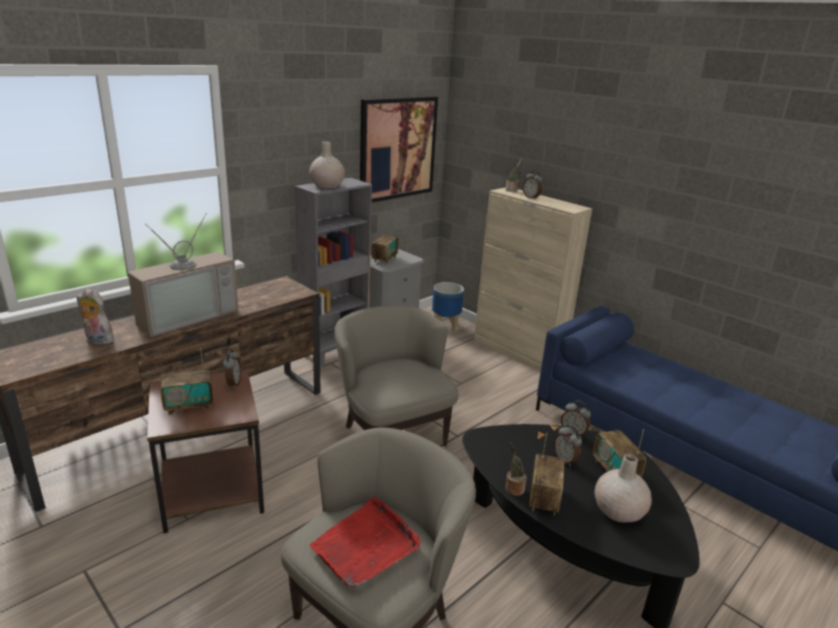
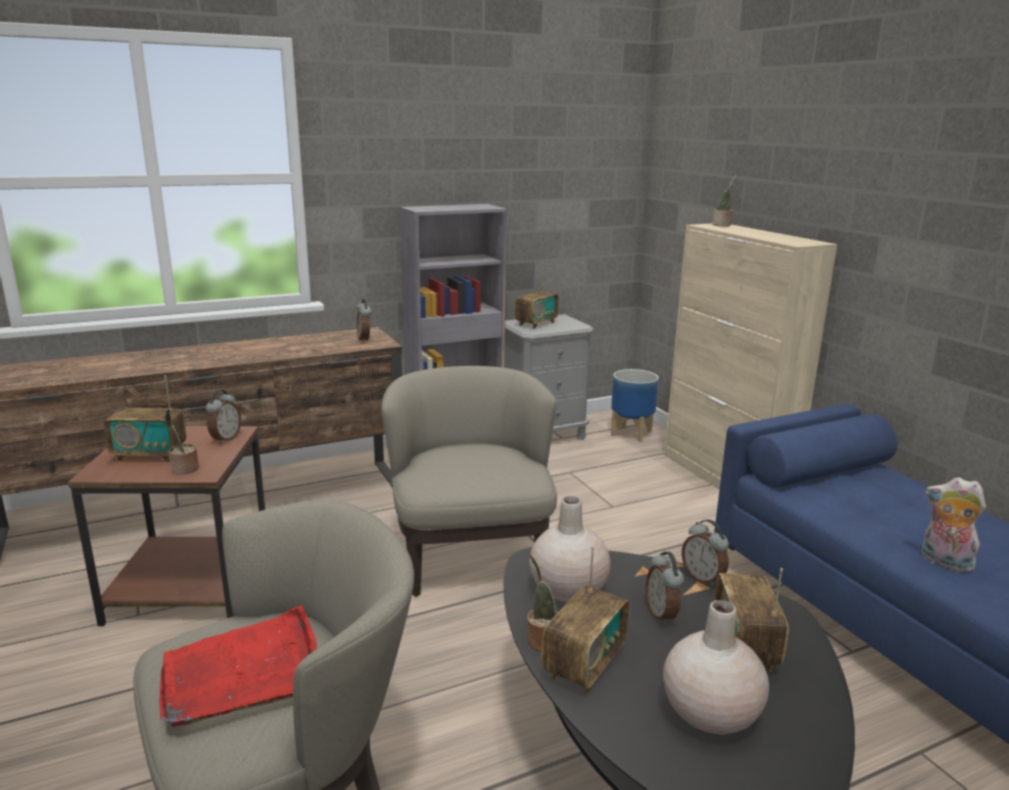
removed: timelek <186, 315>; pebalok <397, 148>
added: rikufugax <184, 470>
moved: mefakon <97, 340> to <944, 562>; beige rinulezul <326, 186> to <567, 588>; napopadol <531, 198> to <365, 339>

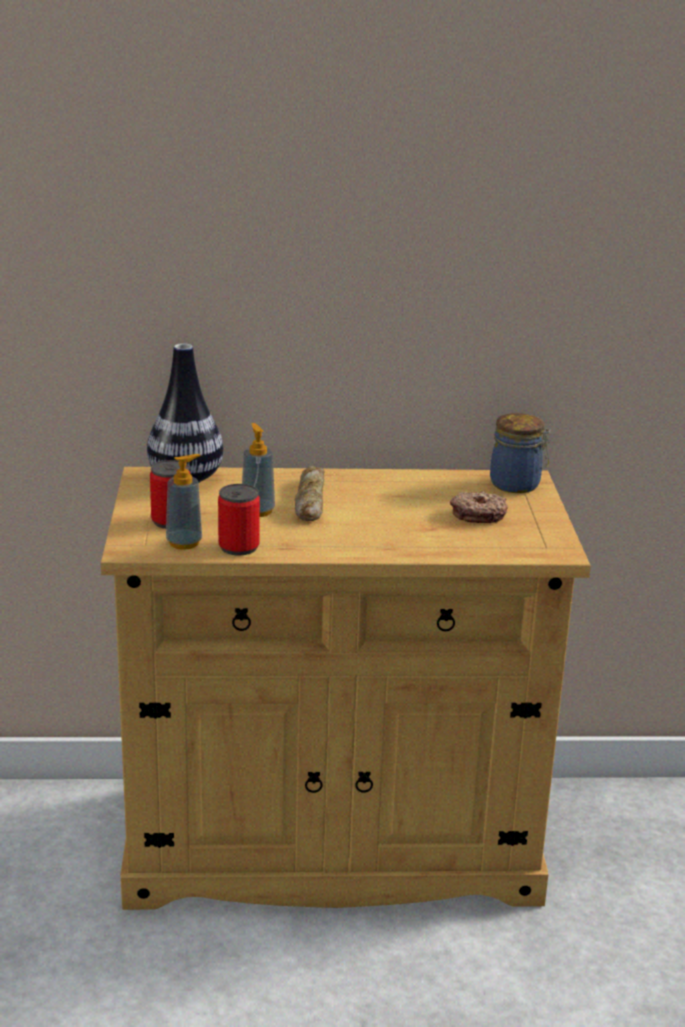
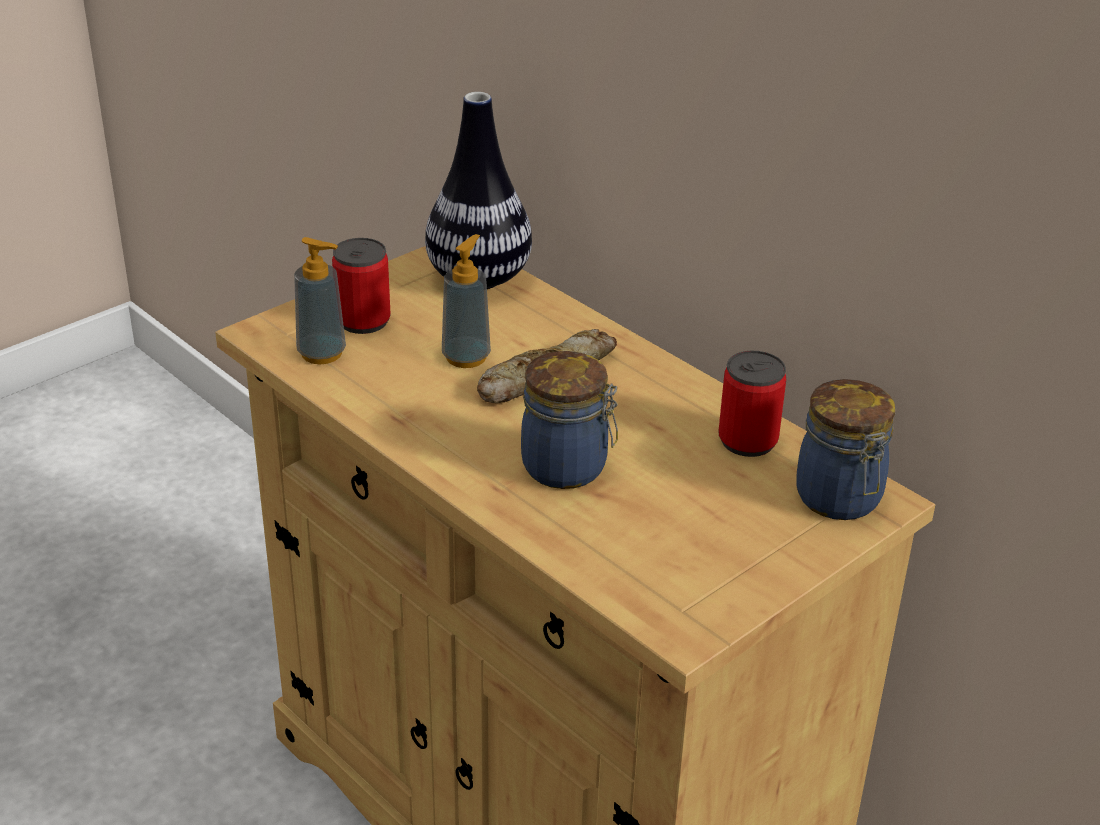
removed: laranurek <478, 514>
added: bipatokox <568, 468>
moved: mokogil <239, 547> to <747, 441>

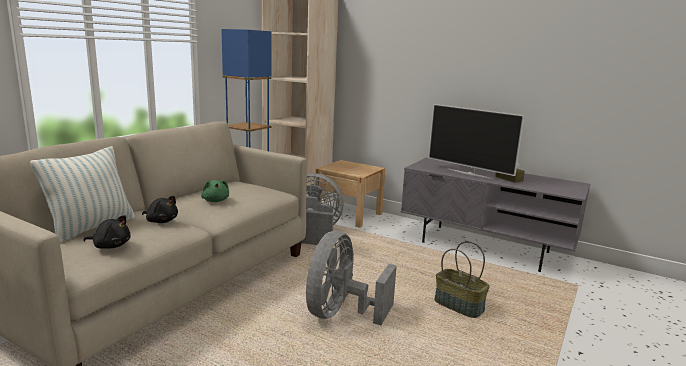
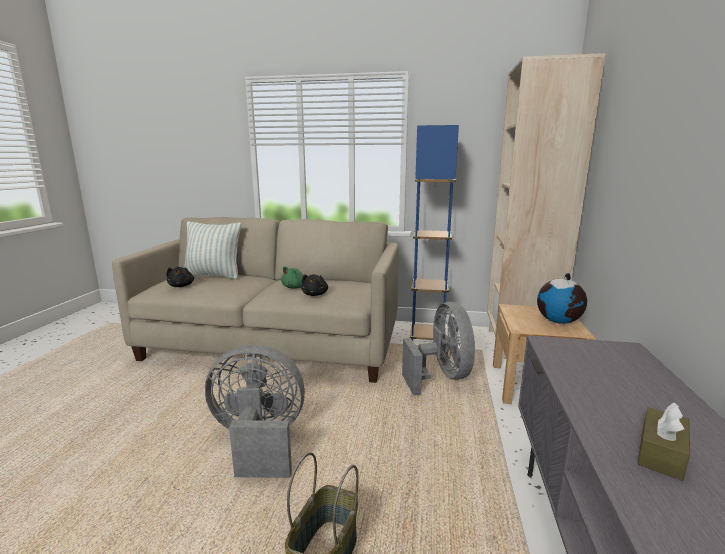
removed: timelek <470, 173>
added: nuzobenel <559, 322>
moved: black mefakon <161, 221> to <315, 294>

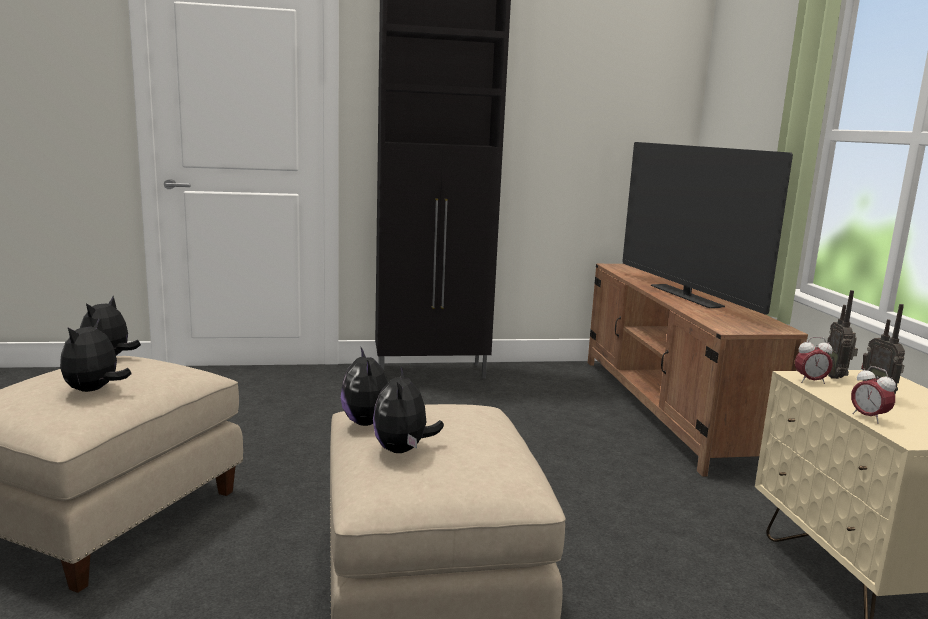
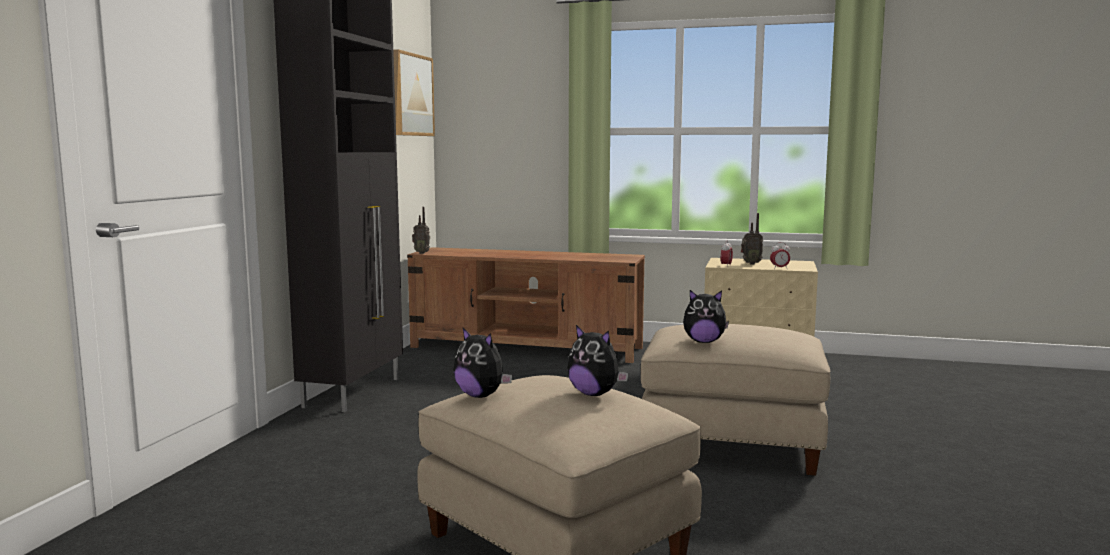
removed: mefakon <403, 450>; timelek <685, 296>
added: pebalok <412, 95>
moved: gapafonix <836, 377> to <422, 253>

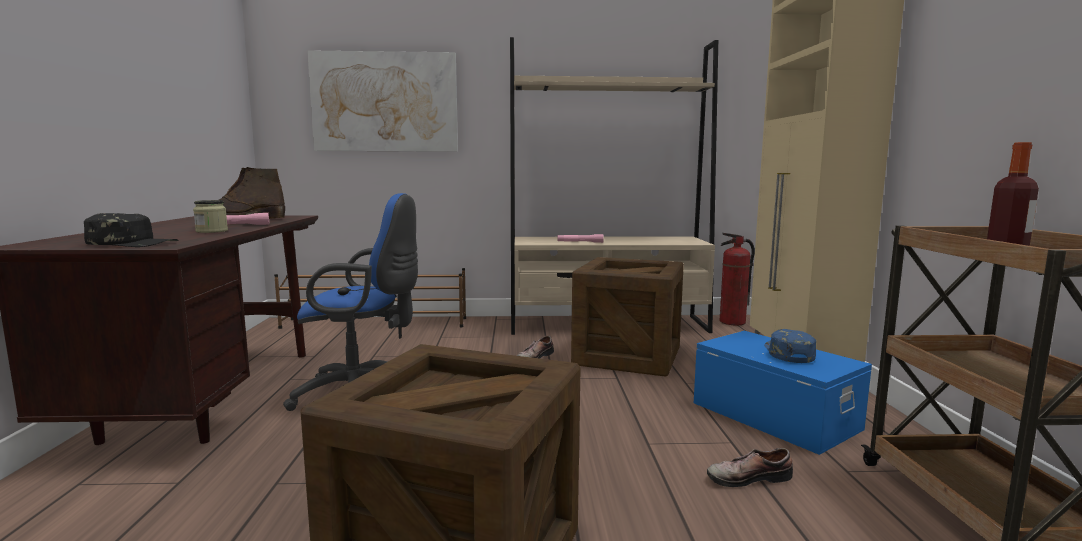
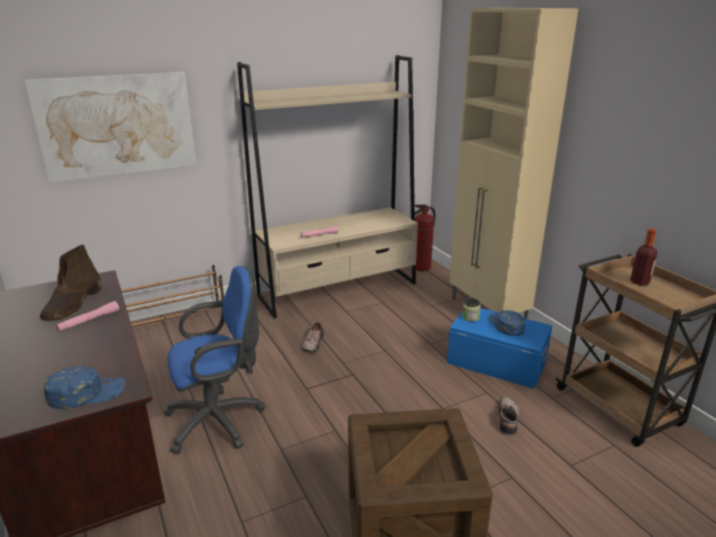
removed: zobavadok <627, 356>
moved: bipatokox <212, 231> to <470, 317>
recoloured: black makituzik <132, 243> to blue makituzik <87, 393>
turned: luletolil <746, 477> = <509, 419> 135 degrees clockwise

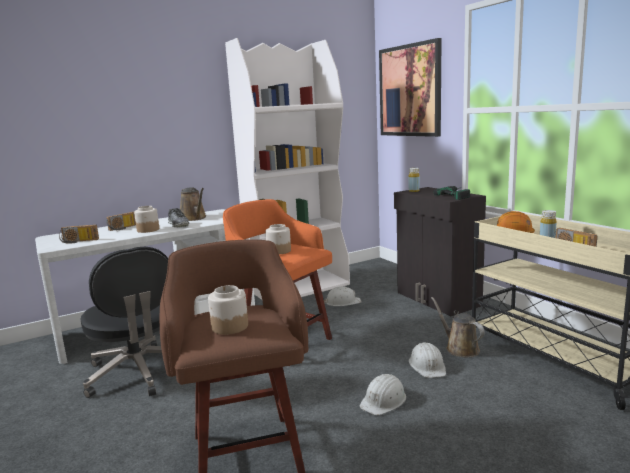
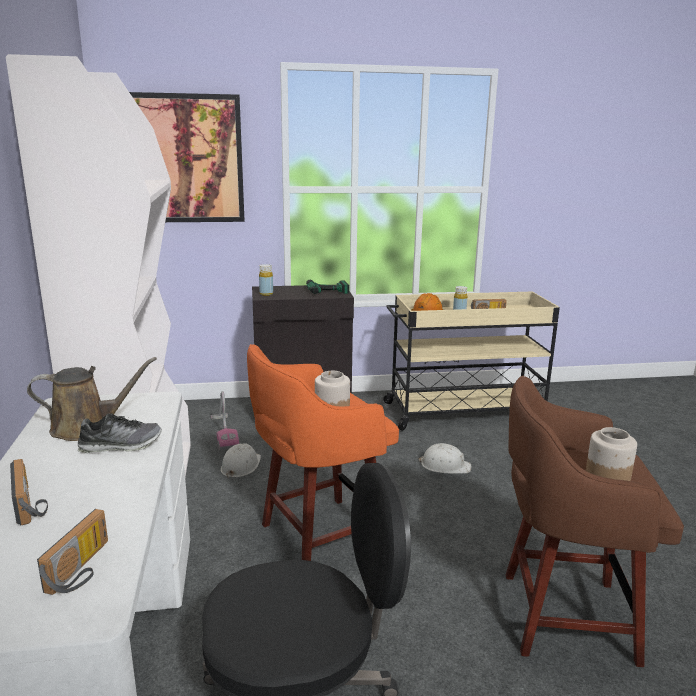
removed: bipatokox <148, 230>; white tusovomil <384, 400>; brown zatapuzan <459, 348>
added: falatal <224, 432>

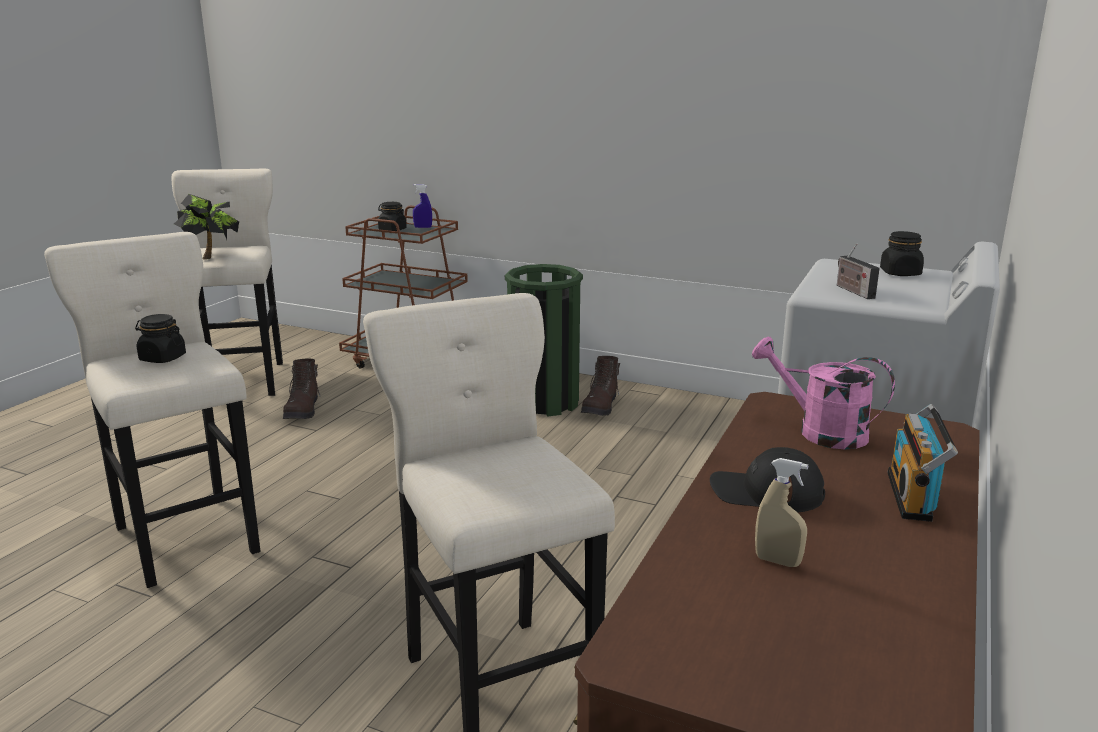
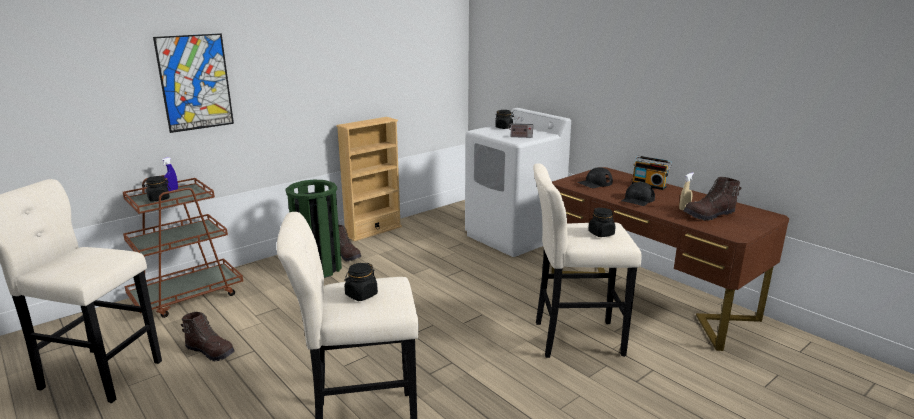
removed: rikufugax <211, 256>
added: pebalok <195, 82>; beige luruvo <373, 231>; black bipatokox <601, 233>; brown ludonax <709, 215>
replaced: pink zatapuzan <820, 432> to black makituzik <595, 183>

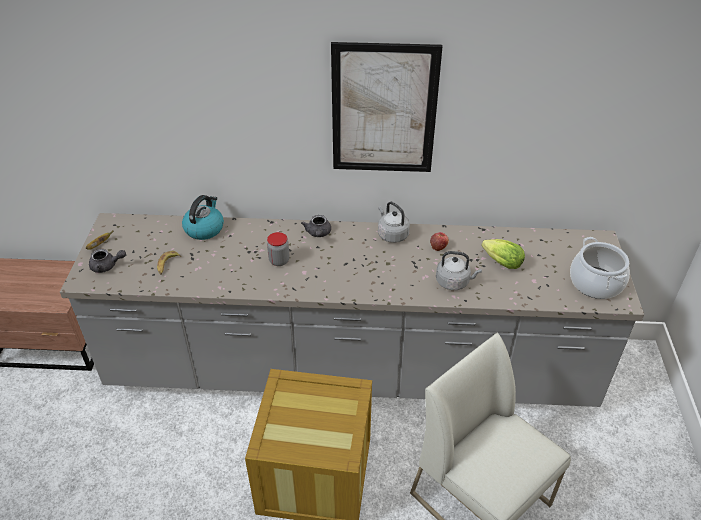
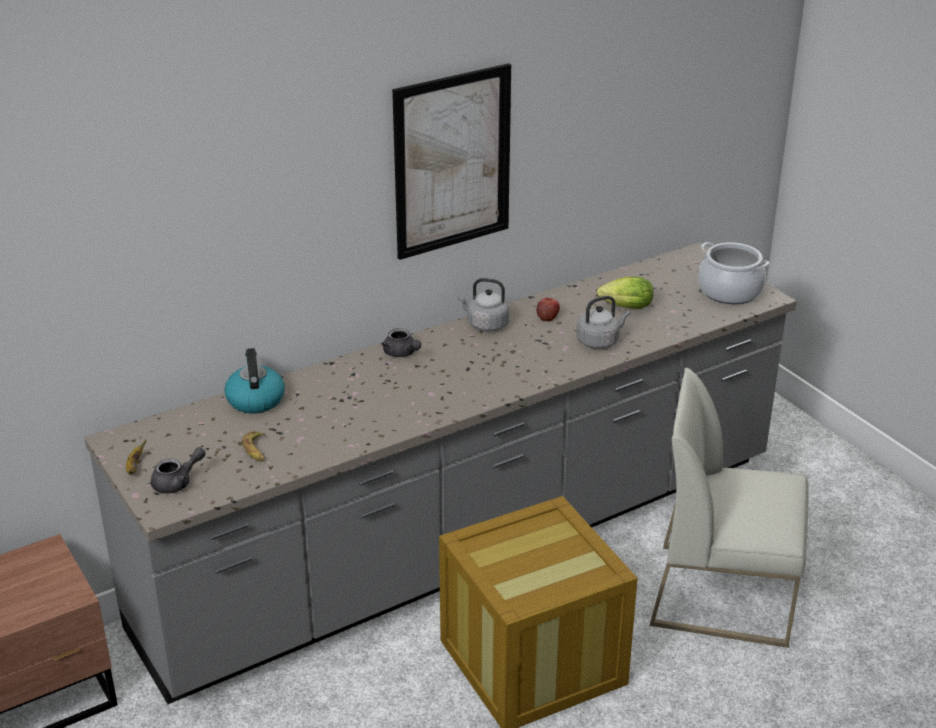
removed: bipatokox <279, 261>

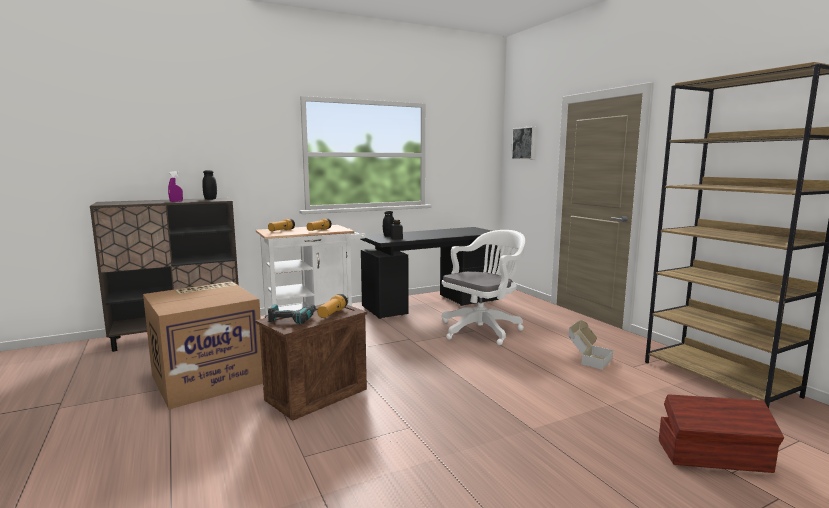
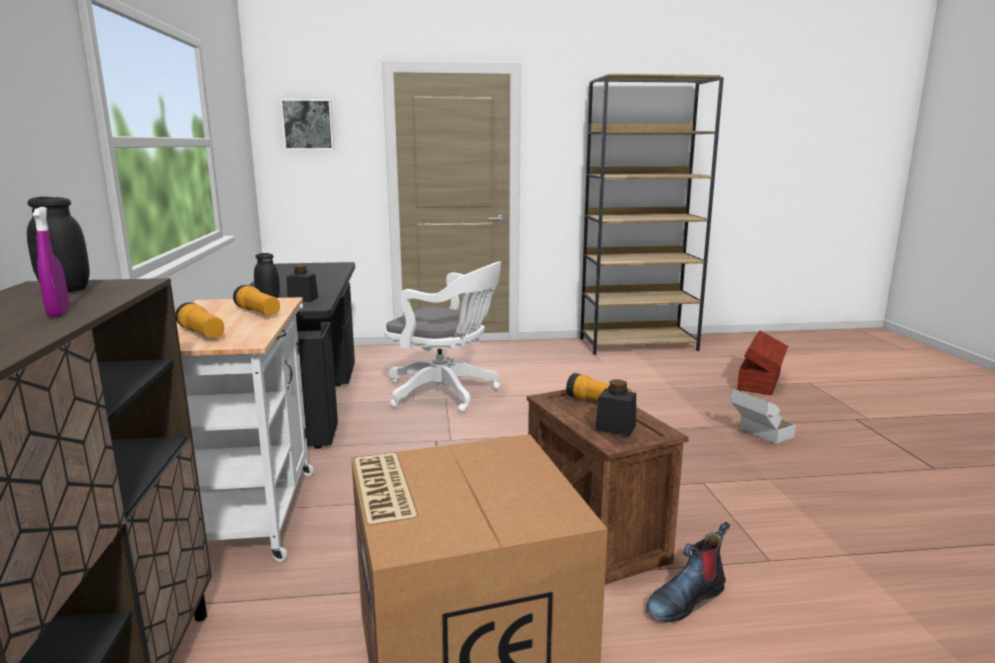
added: ludonax <685, 599>
moved: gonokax <588, 359> to <758, 435>
replaced: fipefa <293, 319> to black bipatokox <615, 428>
turned: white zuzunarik <483, 329> = <446, 393> 135 degrees clockwise

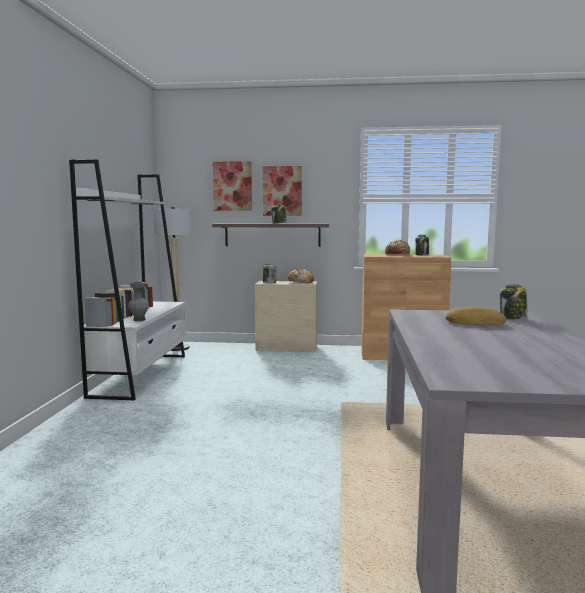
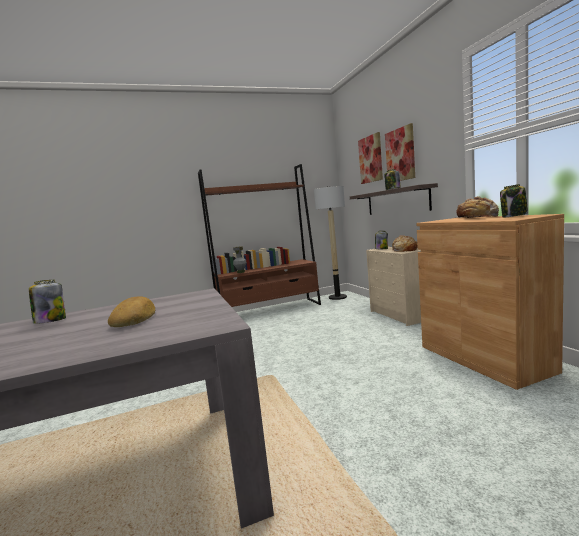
moved: bipatokox <512, 318> to <50, 321>
recoloured: white luruvo <141, 374> to brown luruvo <270, 310>

